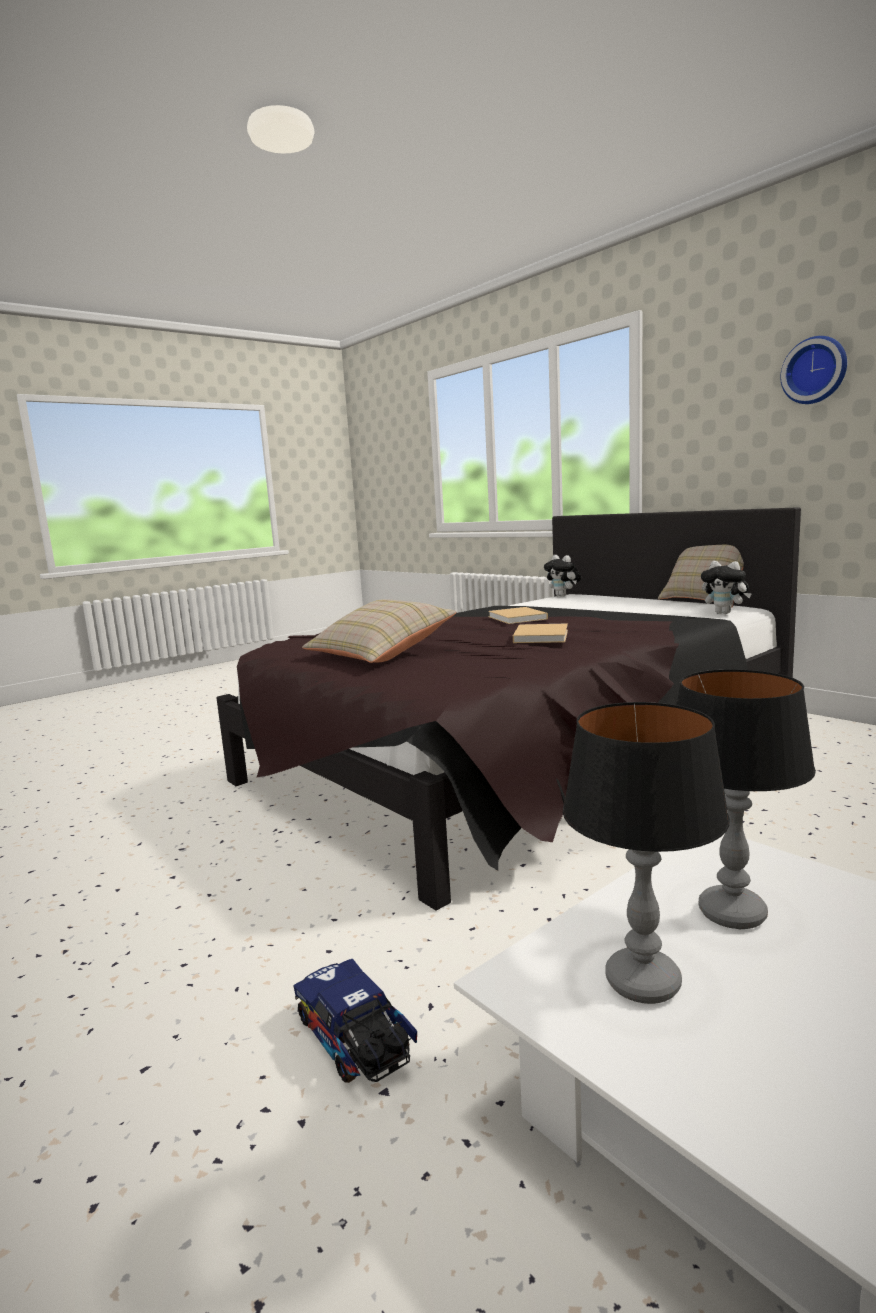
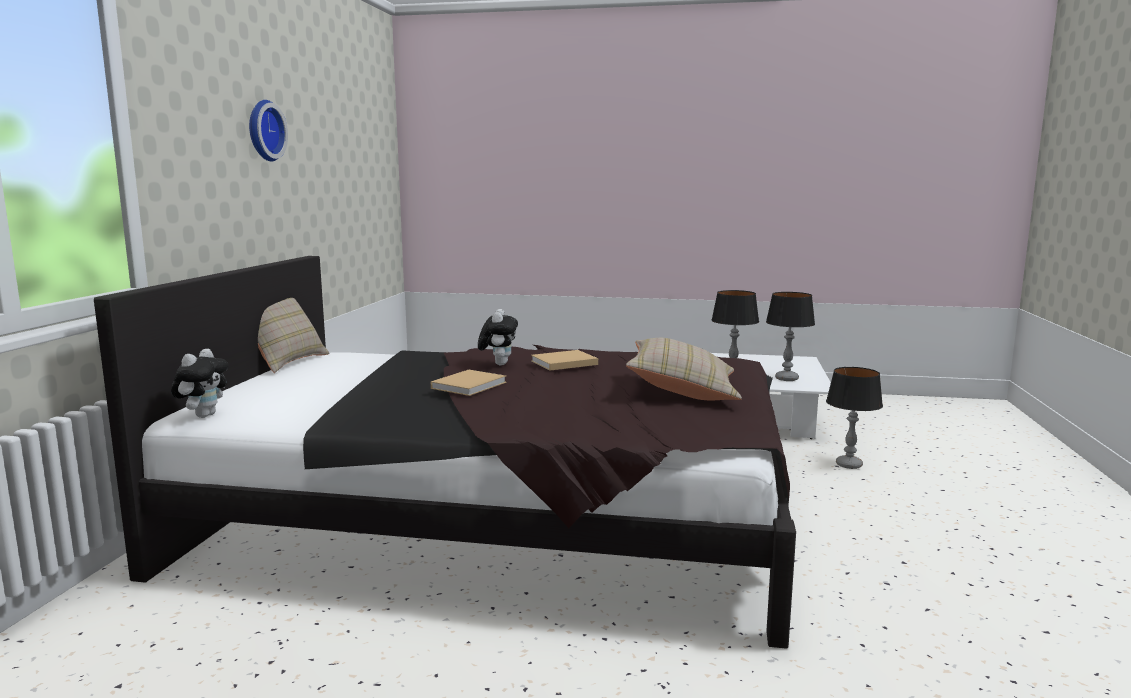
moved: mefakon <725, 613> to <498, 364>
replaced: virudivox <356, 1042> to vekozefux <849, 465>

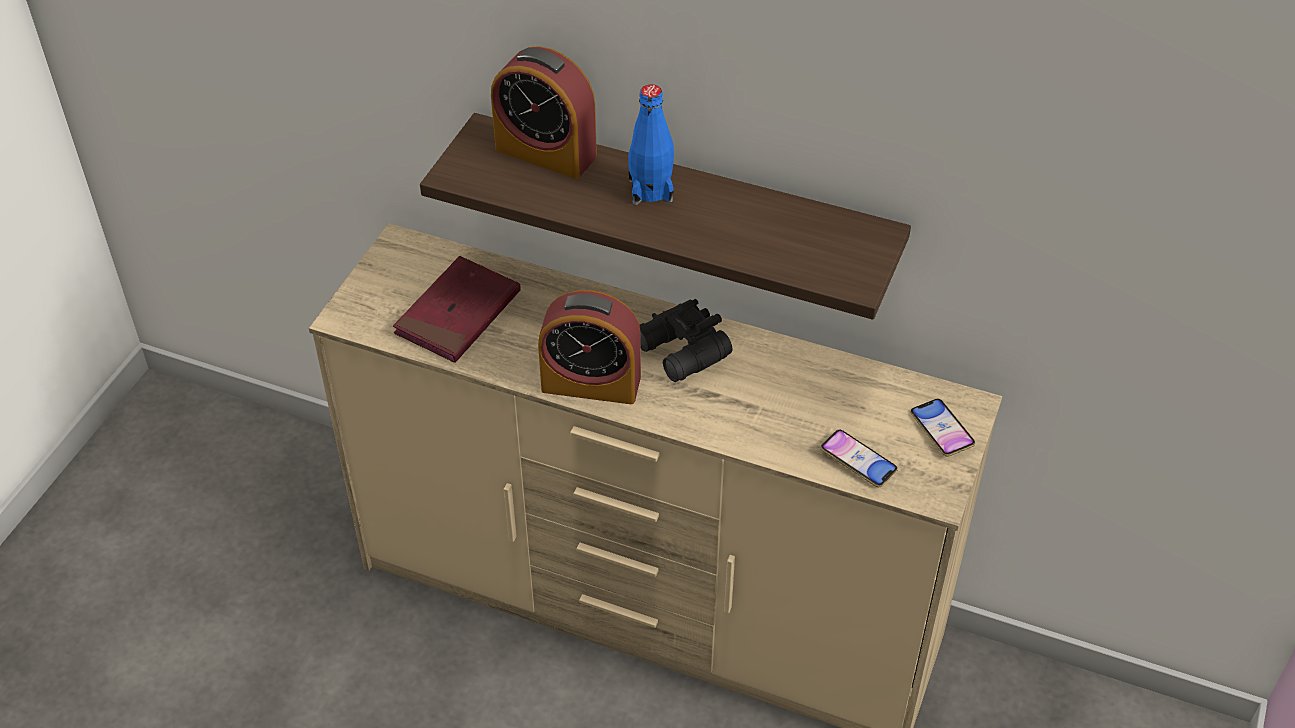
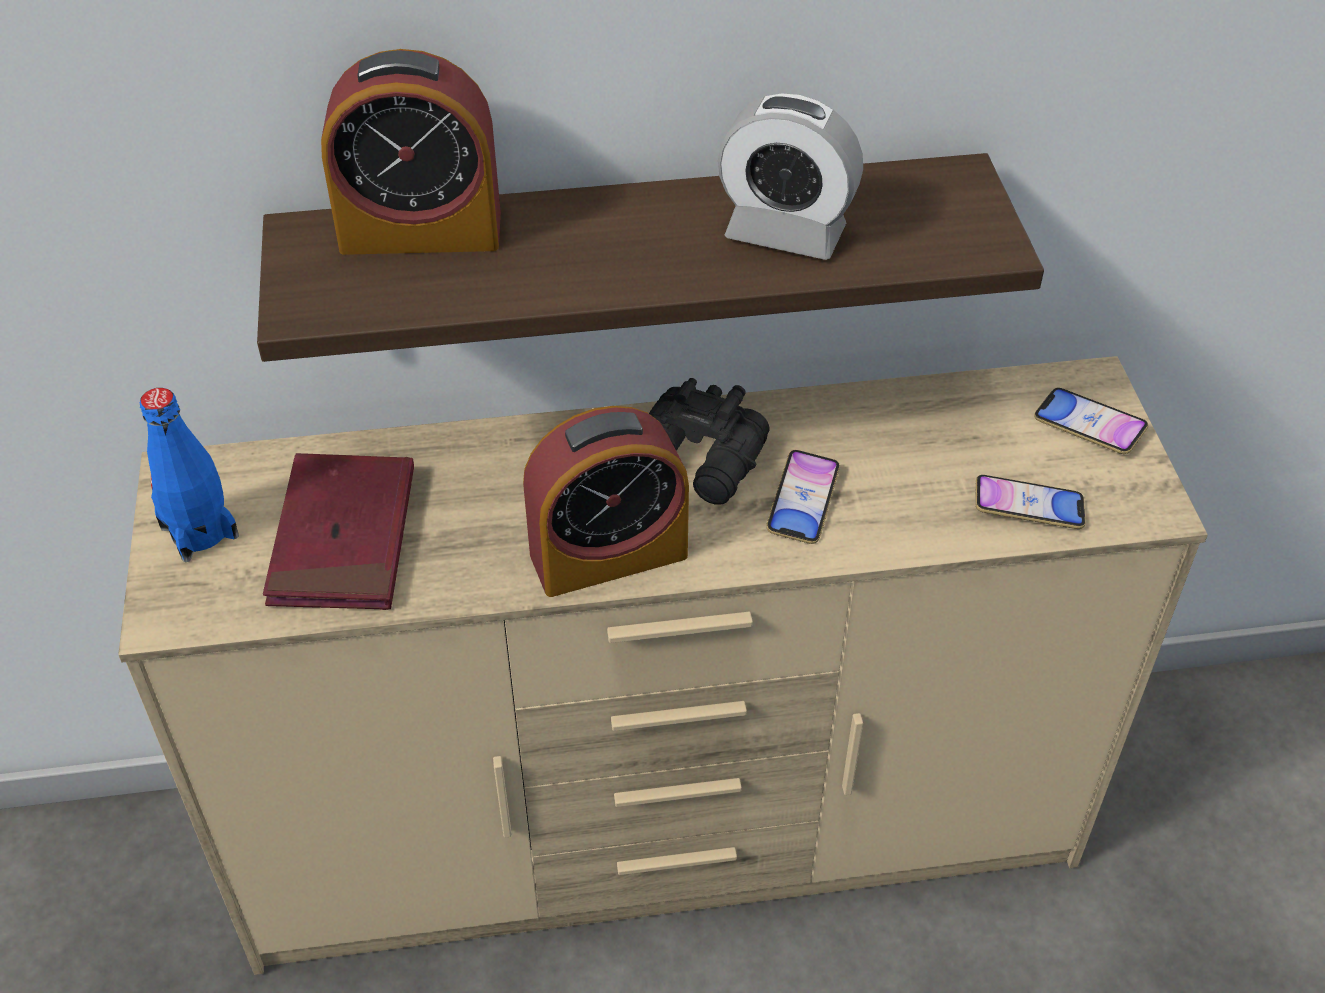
added: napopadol <785, 233>; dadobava <802, 502>
moved: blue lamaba <650, 190> to <199, 531>

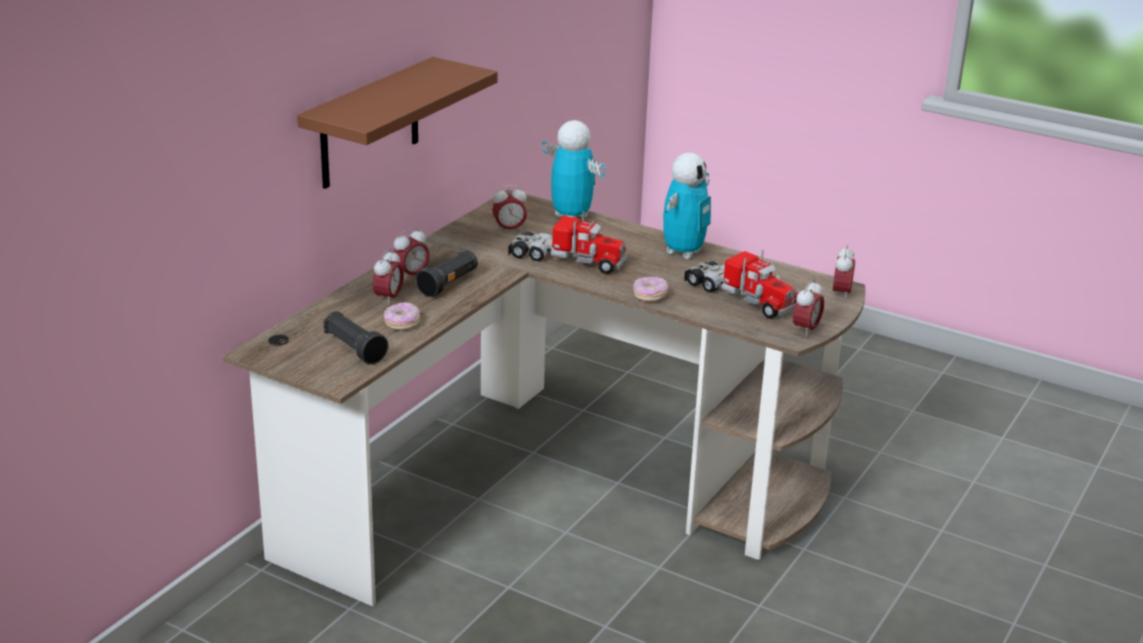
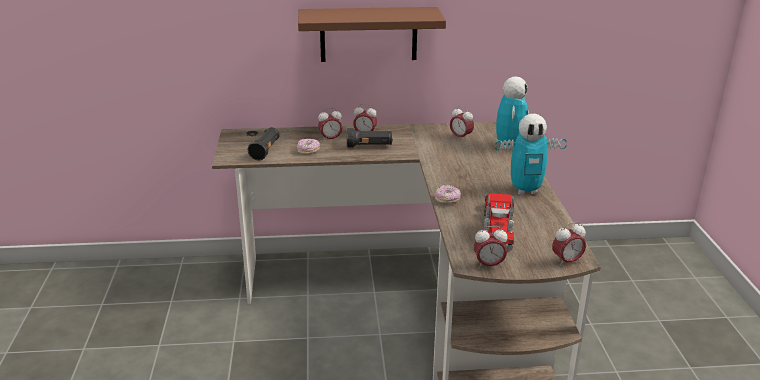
removed: virudivox <566, 259>

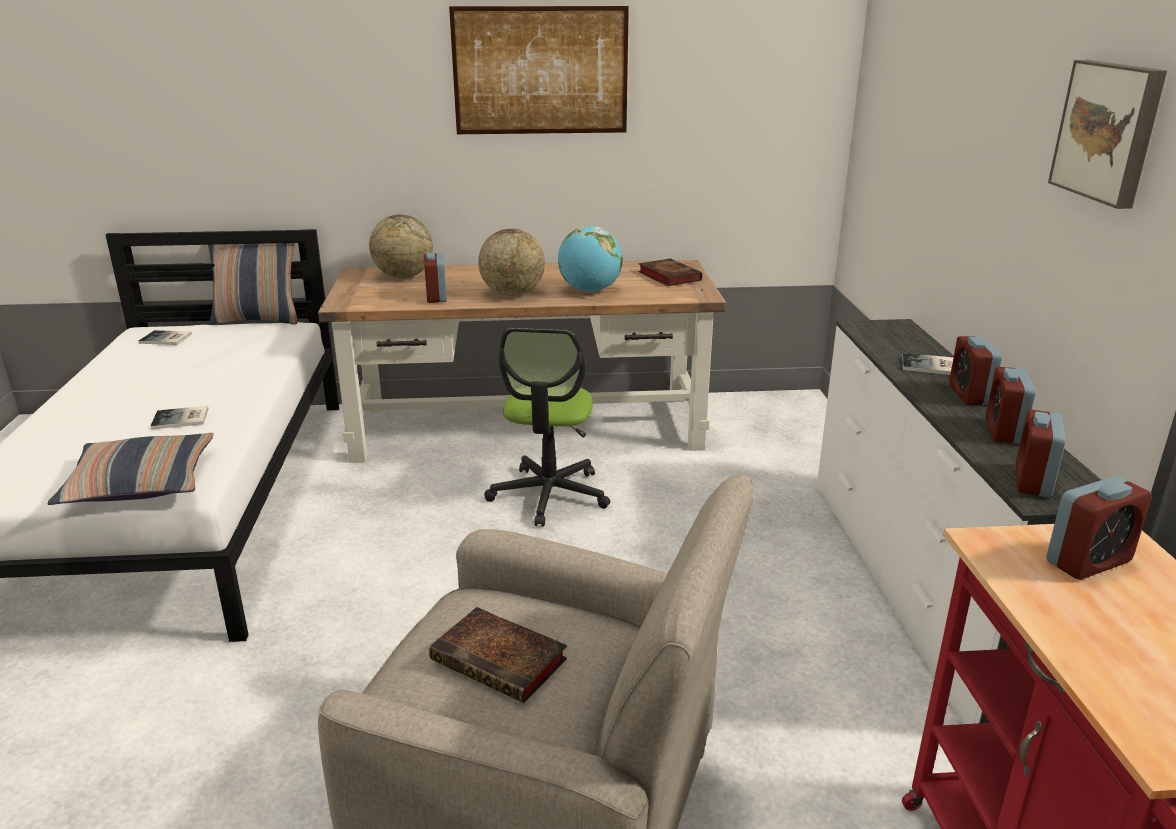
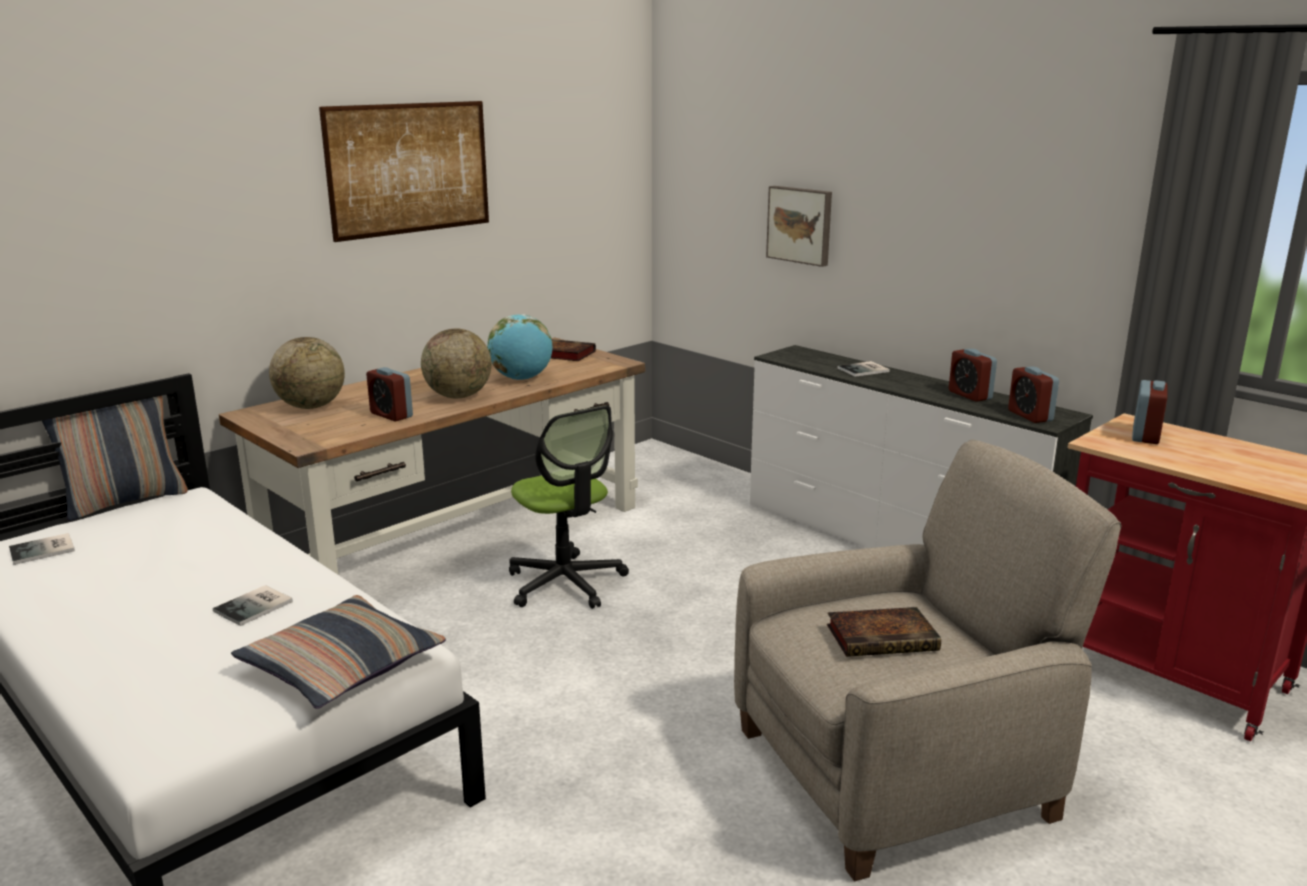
removed: napopadol <969, 395>
moved: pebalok <1109, 131> to <800, 225>

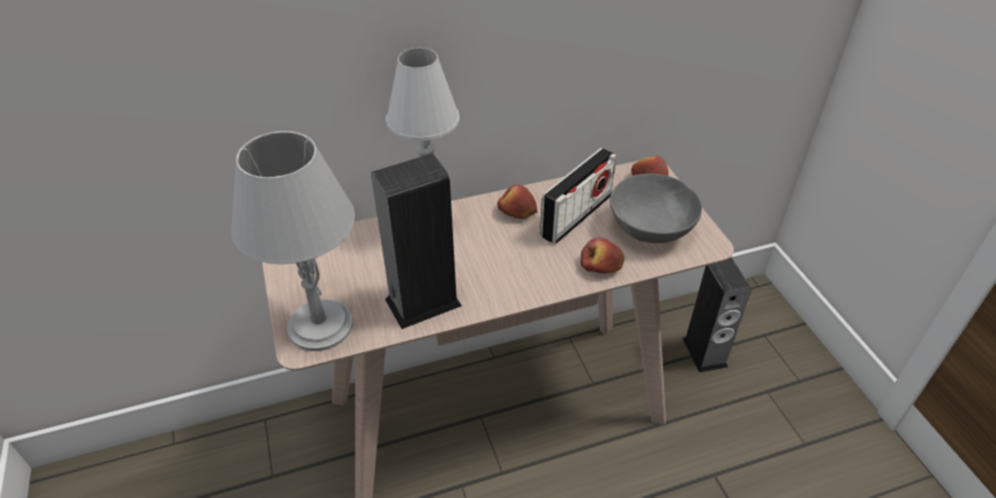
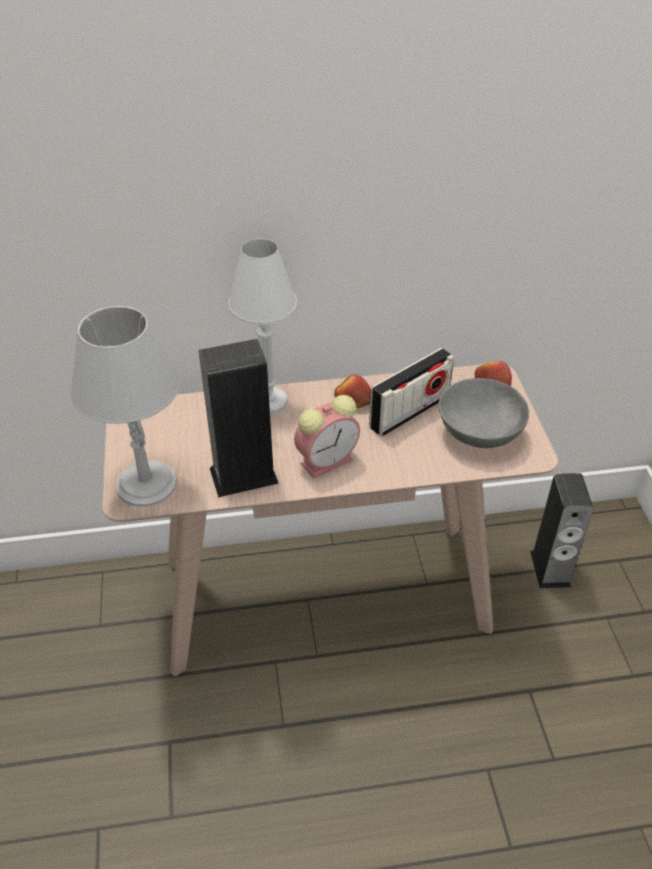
removed: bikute <601, 265>
added: napopadol <328, 460>

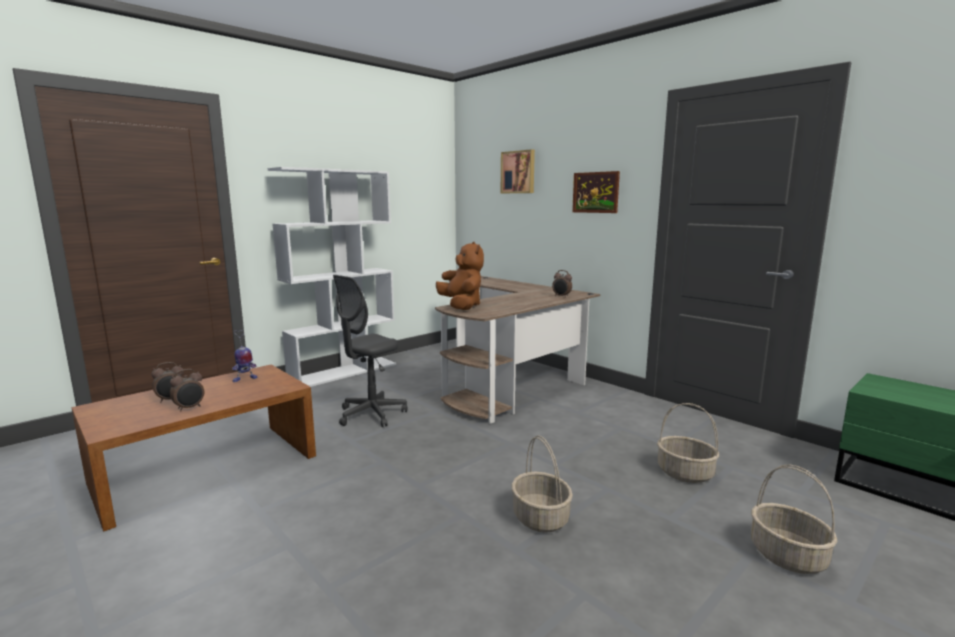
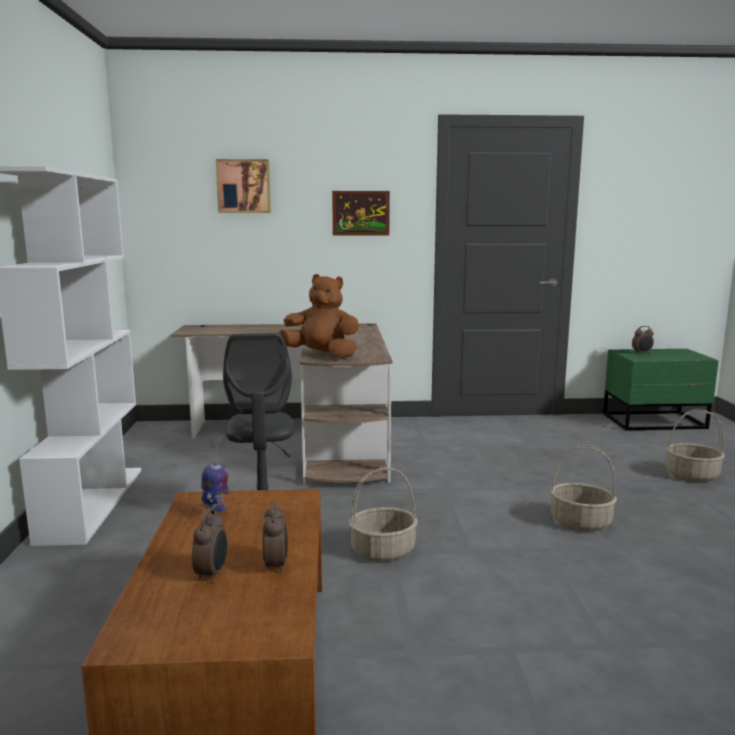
moved: napopadol <561, 296> to <642, 353>; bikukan <684, 473> to <382, 552>

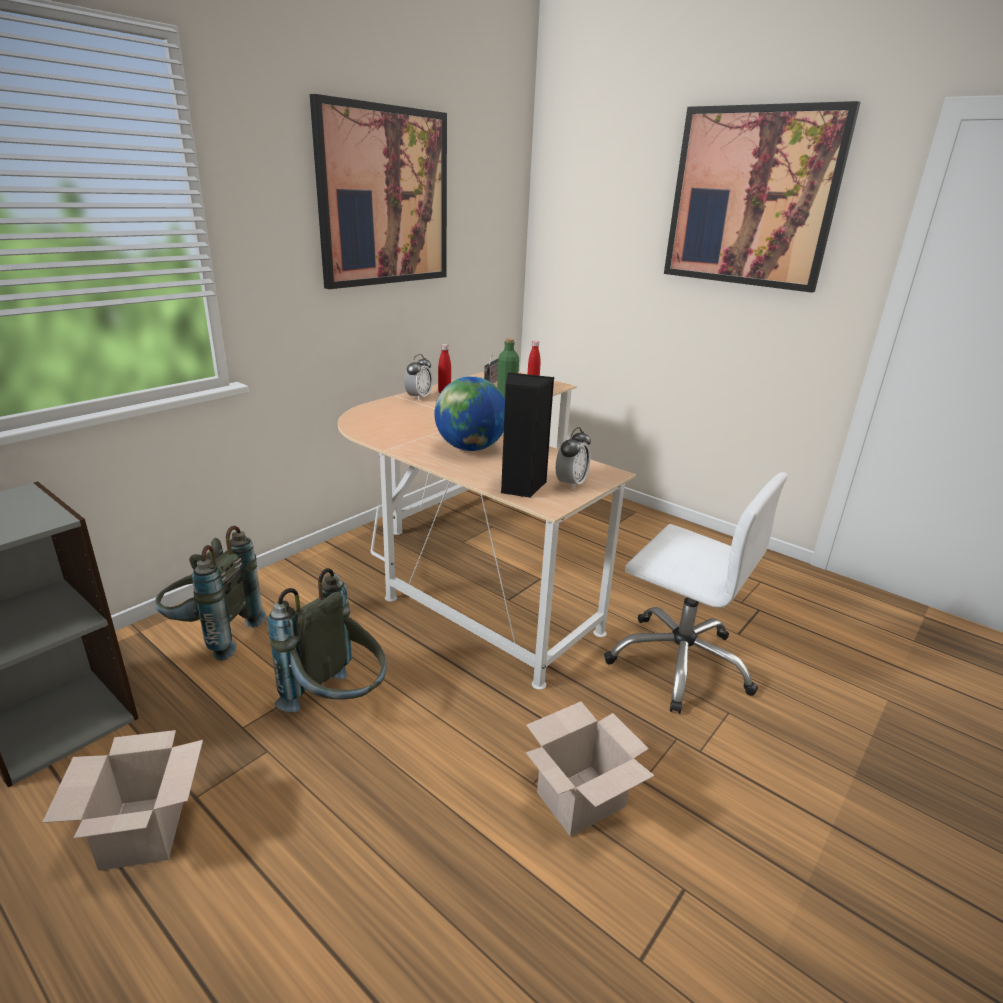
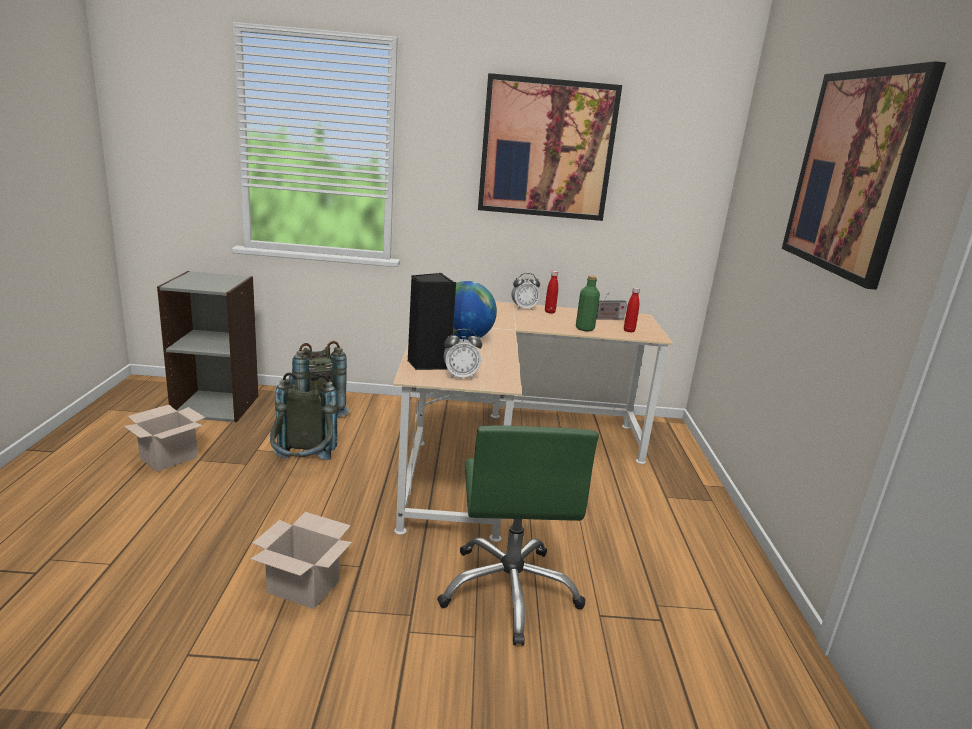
recoloured: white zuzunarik <679, 662> to green zuzunarik <510, 590>

